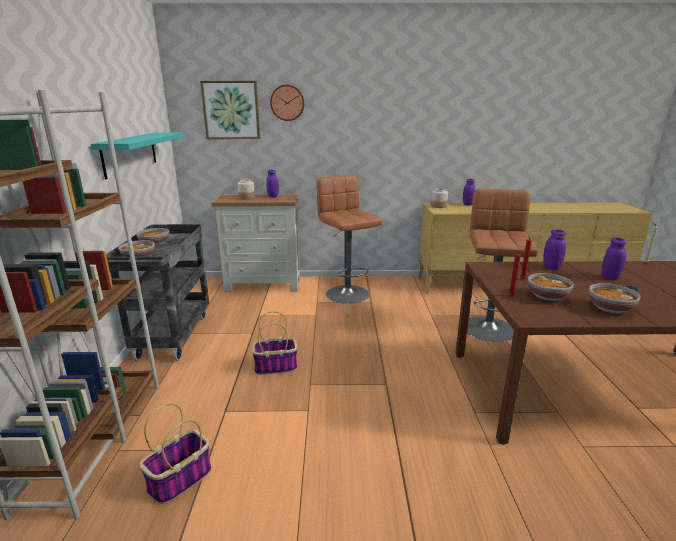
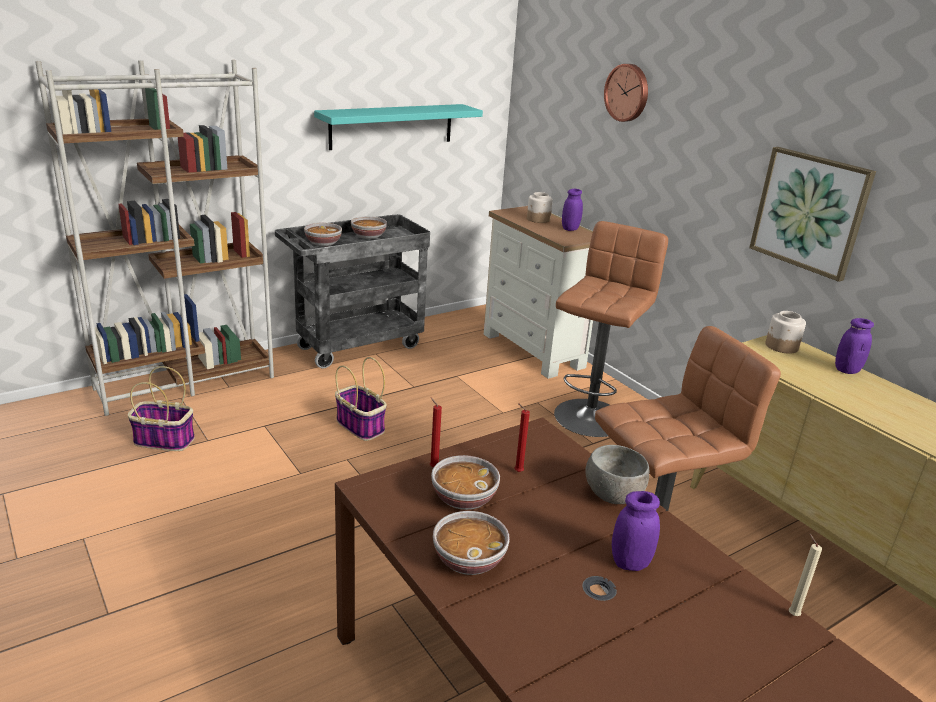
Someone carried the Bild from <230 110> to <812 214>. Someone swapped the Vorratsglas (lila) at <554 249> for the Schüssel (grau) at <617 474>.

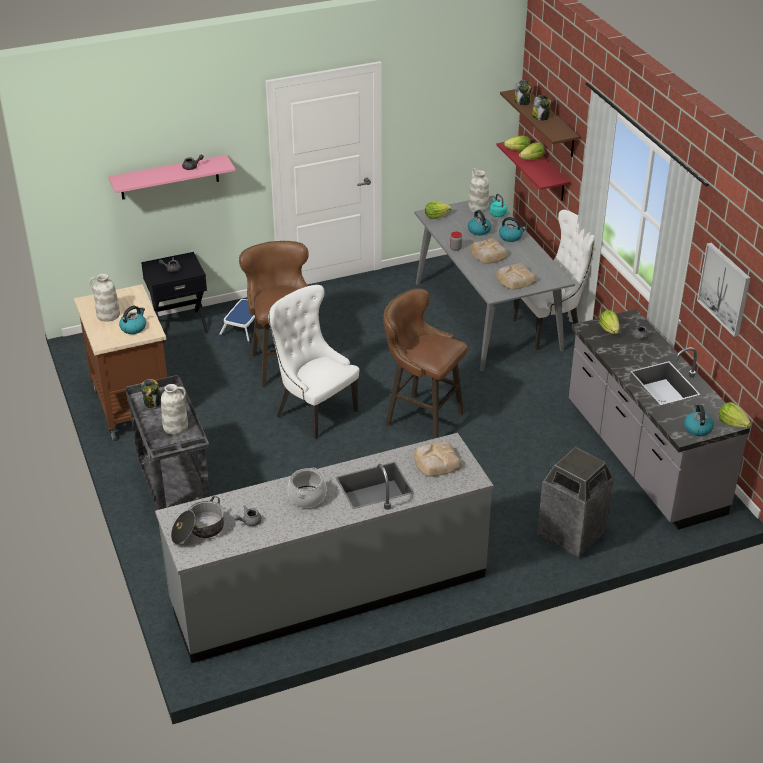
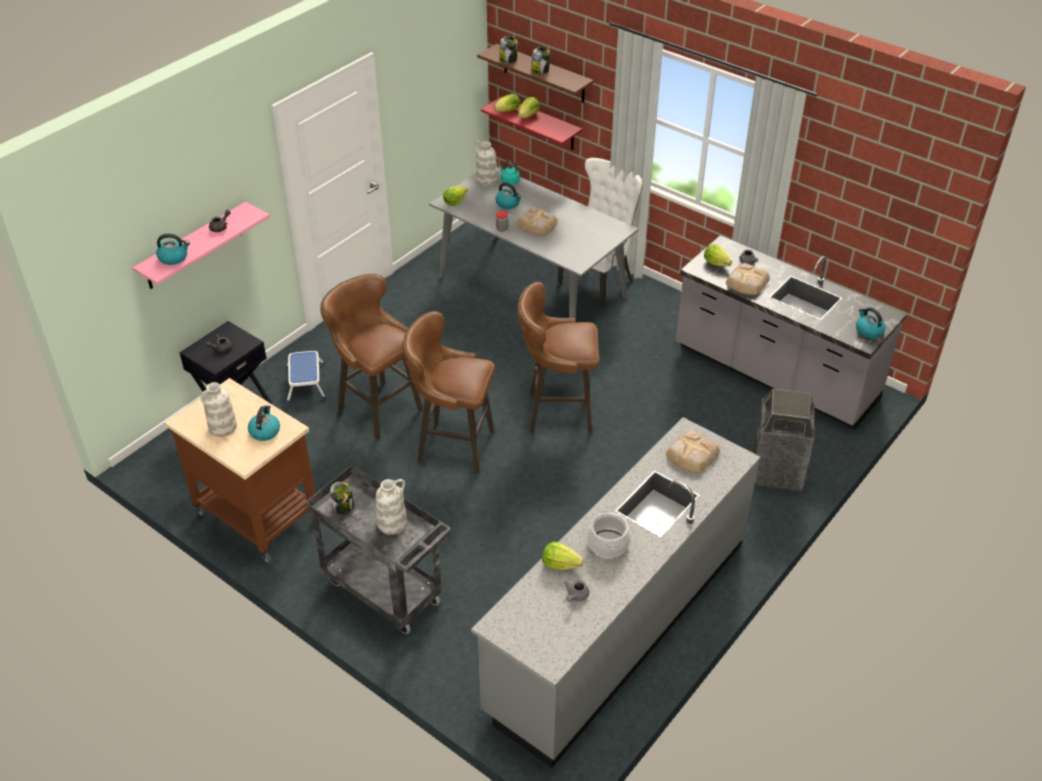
Someone took away the Kochtopf at <197 520>. Someone took away the Bild at <723 290>. Someone carried the Brot from <516 276> to <748 279>. Someone carried the Wasserkessel from <512 229> to <173 249>. Someone carried the Salatkopf from <734 415> to <563 556>. Someone swapped the Stuhl (weiß) at <313 362> for the Hocker (braun) at <448 392>.

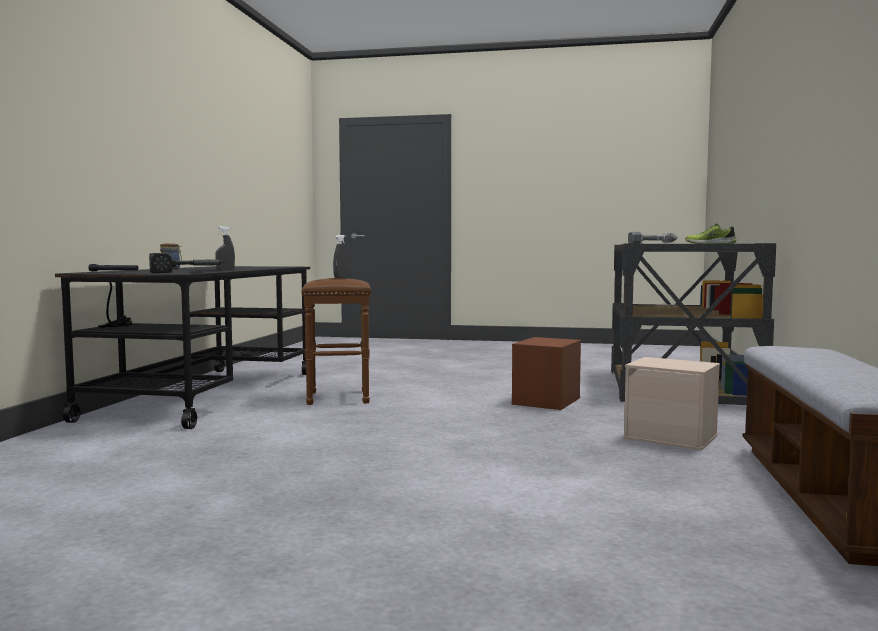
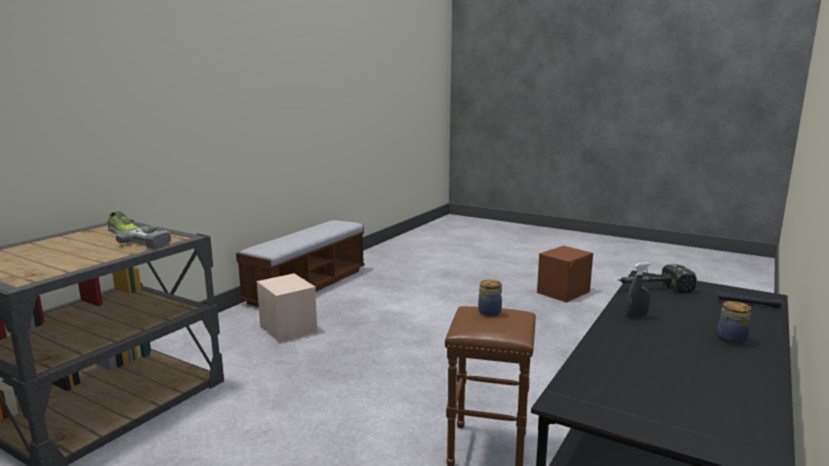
Someone carried the Aufbewahrungsbox (braun) from <546 373> to <565 274>. Someone swapped the Sprühflasche (grau) at <340 256> for the Vorratsglas at <490 298>.

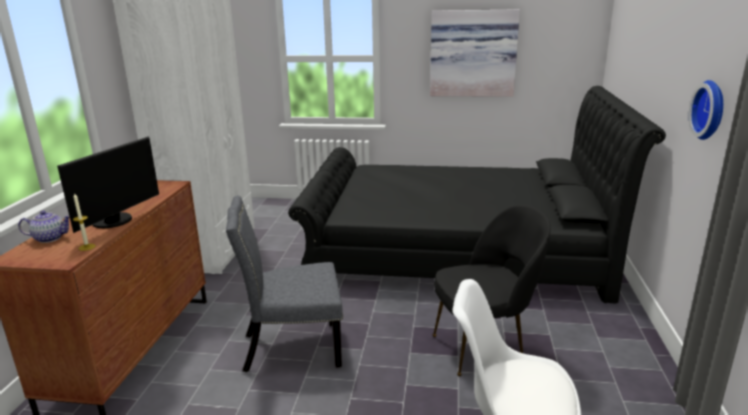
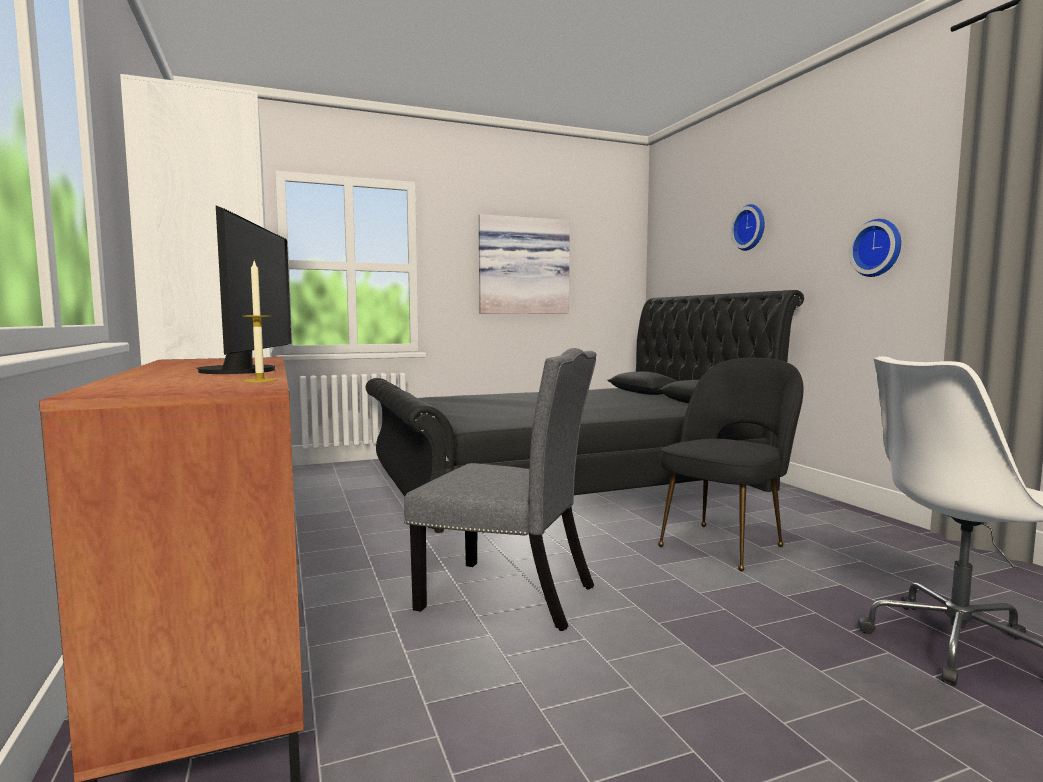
Someone took away the Teekanne at <44 227>. Someone put up the Wanduhr at <748 227>. Someone rotated the Stuhl (grau) at <284 284> by 120 degrees counterclockwise.

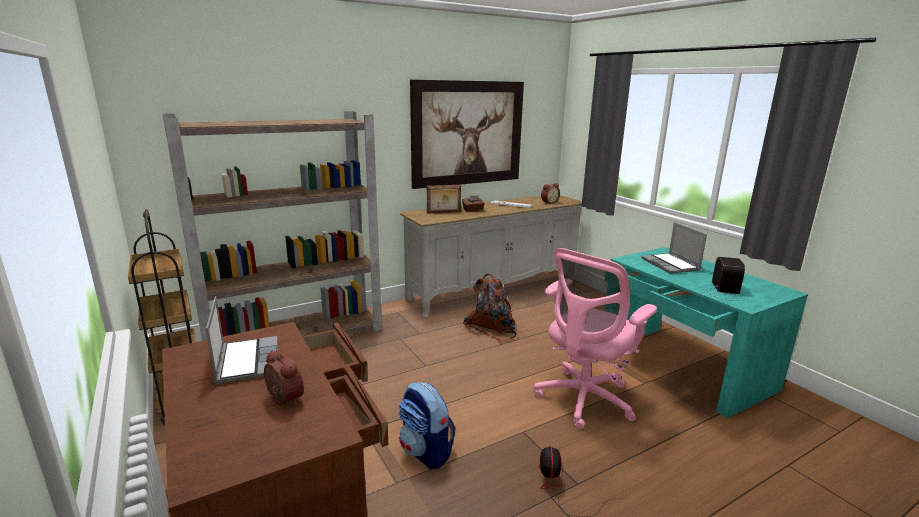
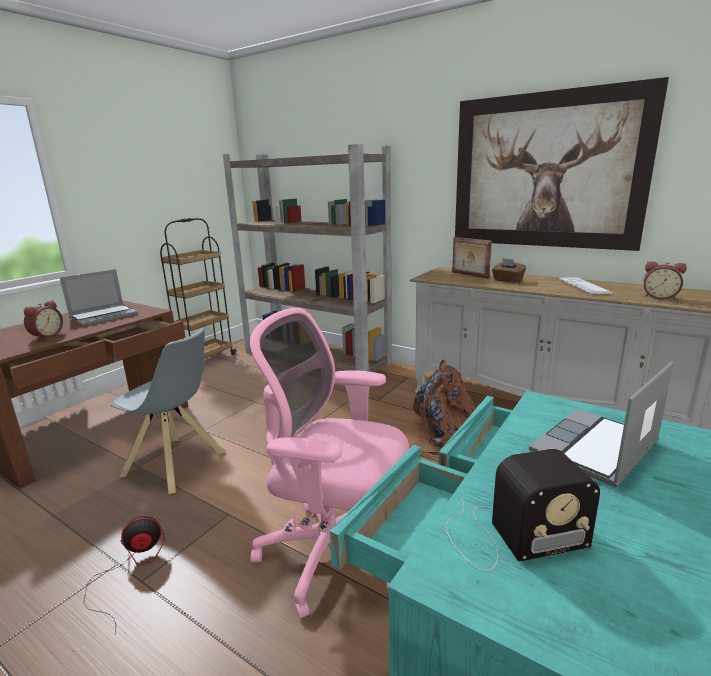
Someone swapped the Rucksack at <427 425> for the Stuhl (grau) at <168 411>.

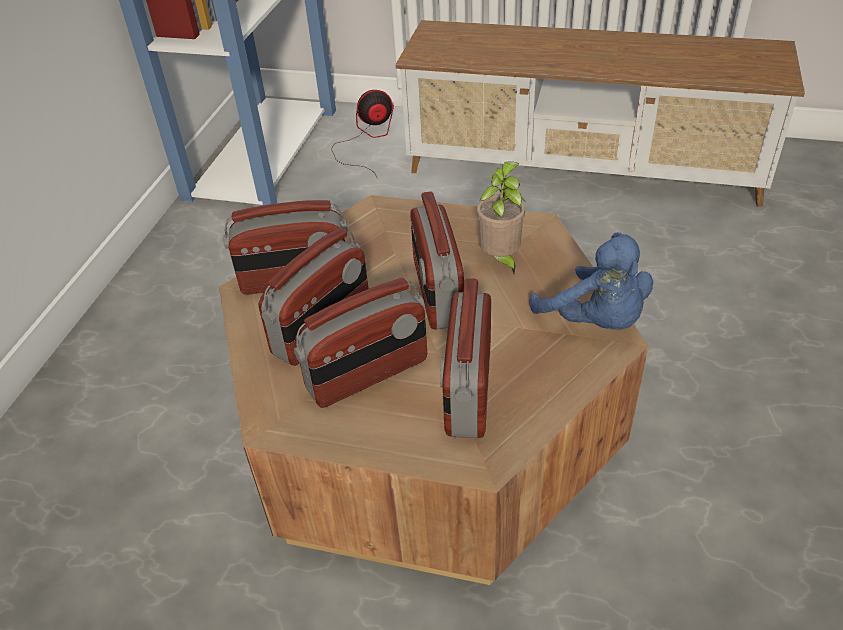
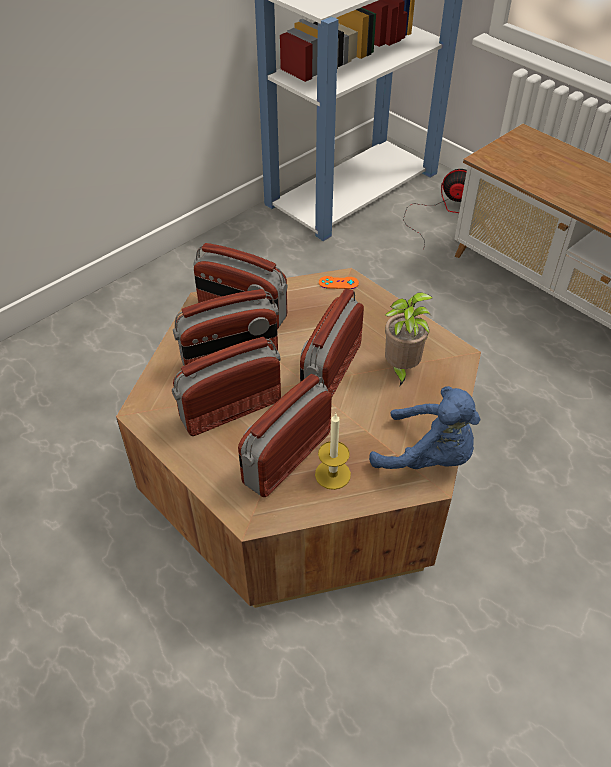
Someone put down the Kerze at <333 451>. Someone put down the Gamepad (orange) at <339 282>. Someone rotated the Radio at <360 343> by 150 degrees clockwise. Someone rotated the Plüschtier (blau) at <591 281> by 60 degrees counterclockwise.

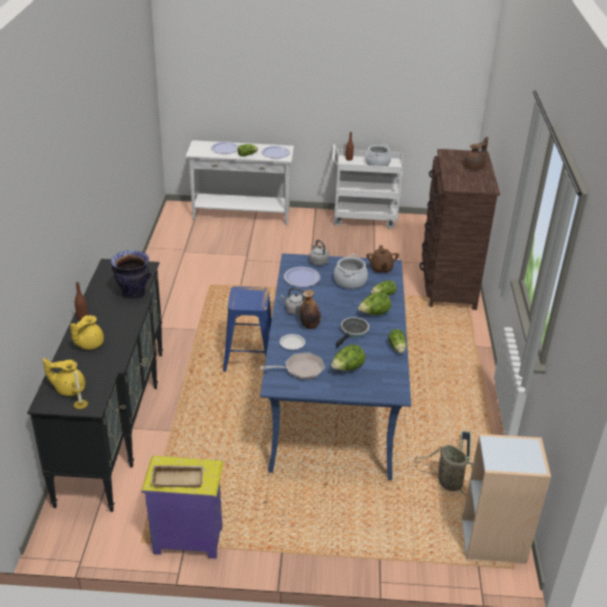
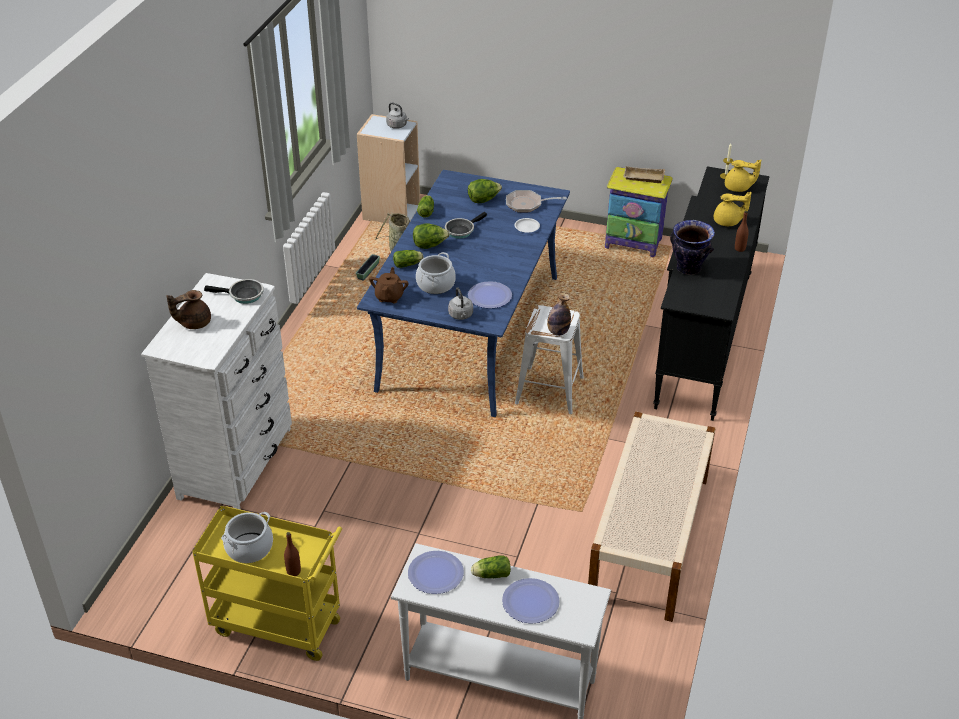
Someone put down the Pfanne at <234 291>. Someone put down the Bank (beige) at <652 516>. Someone carried the Wasserkessel (grau) from <293 301> to <397 115>. Someone carried the Flasche from <310 309> to <559 314>. Someone repainted the Hocker (blau) at <247 329>, which became the Hocker (weiß) at <549 359>. Someone repainted the Rollwagen (weiß) at <367 186>, which became the Rollwagen (gelb) at <267 583>. Someone repainted the Kommode (braun) at <459 229>, which became the Kommode (weiß) at <216 391>. Someone rotated the Teekanne (gelb) at <87 332> by 45 degrees clockwise.

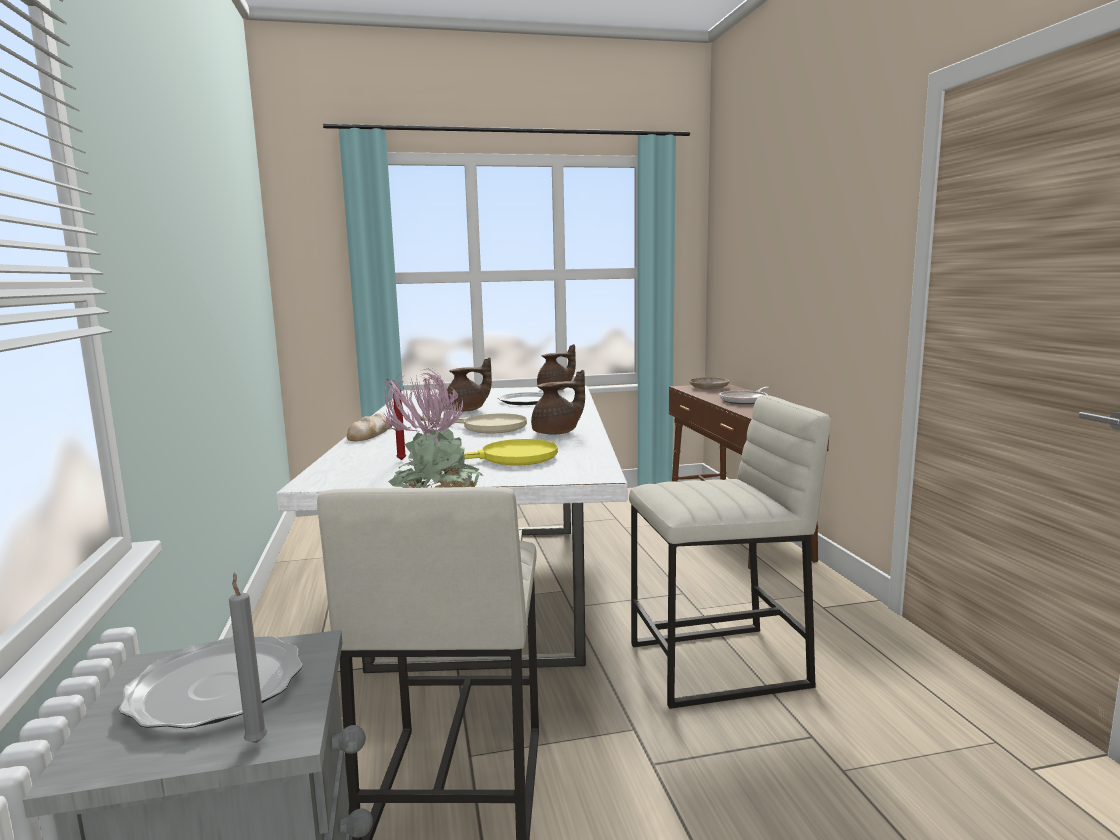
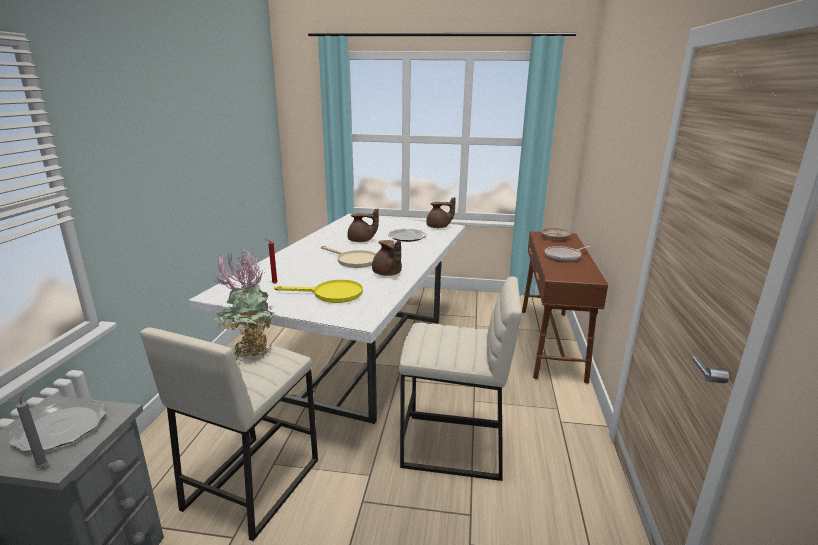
Someone took away the Brot at <369 427>. Someone rotated the Teekanne (braun) at <558 402> by 60 degrees clockwise.

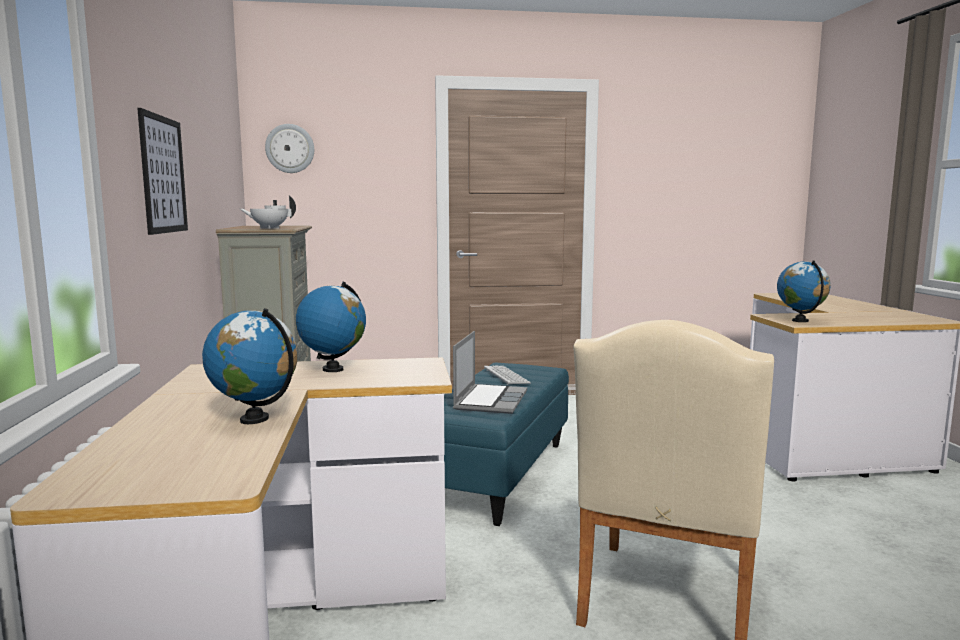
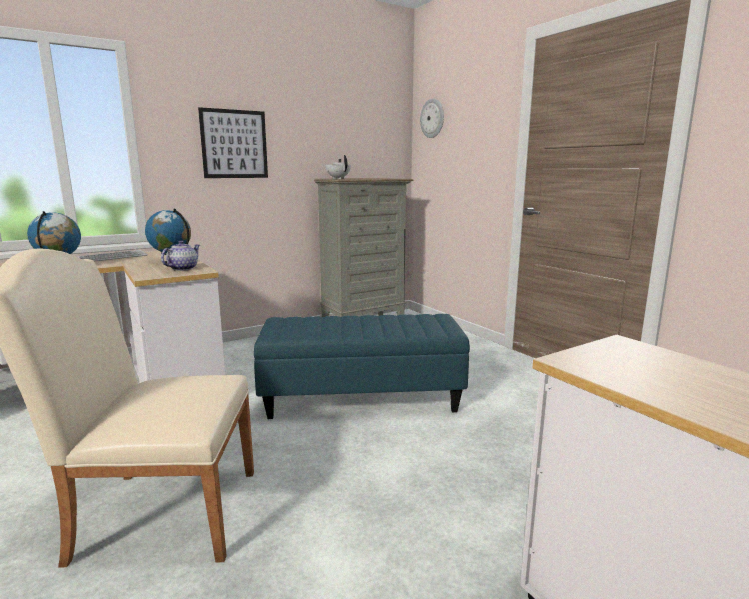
Someone took away the Laptop at <490 372>. Someone took away the Globus at <804 291>. Someone put down the Teekanne at <180 255>. Someone carried the Tastatur from <507 375> to <112 256>.

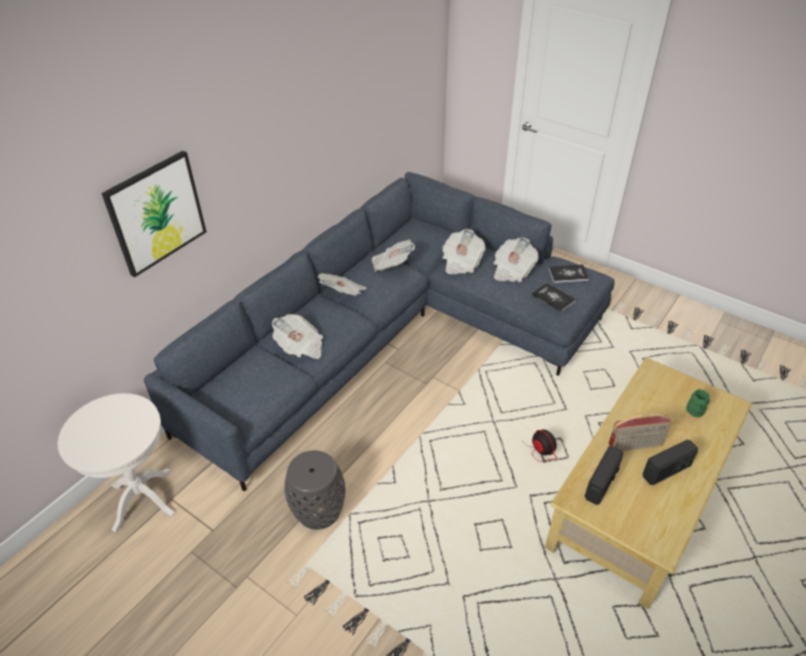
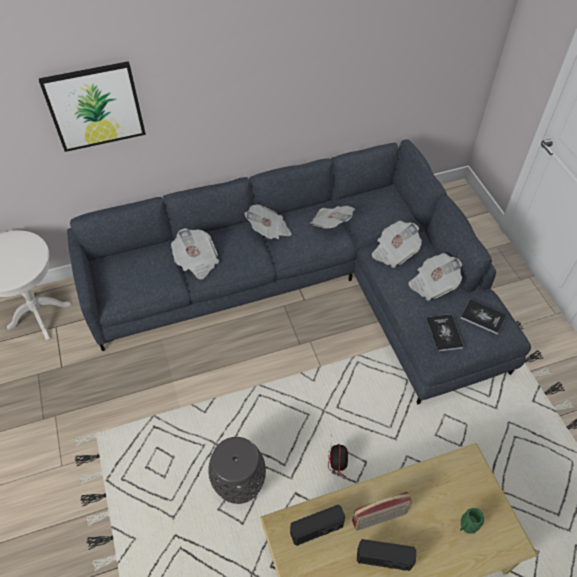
Someone carried the Hocker (grau) from <314 490> to <237 470>. Someone rotated the Radio at <640 432> by 45 degrees counterclockwise.

